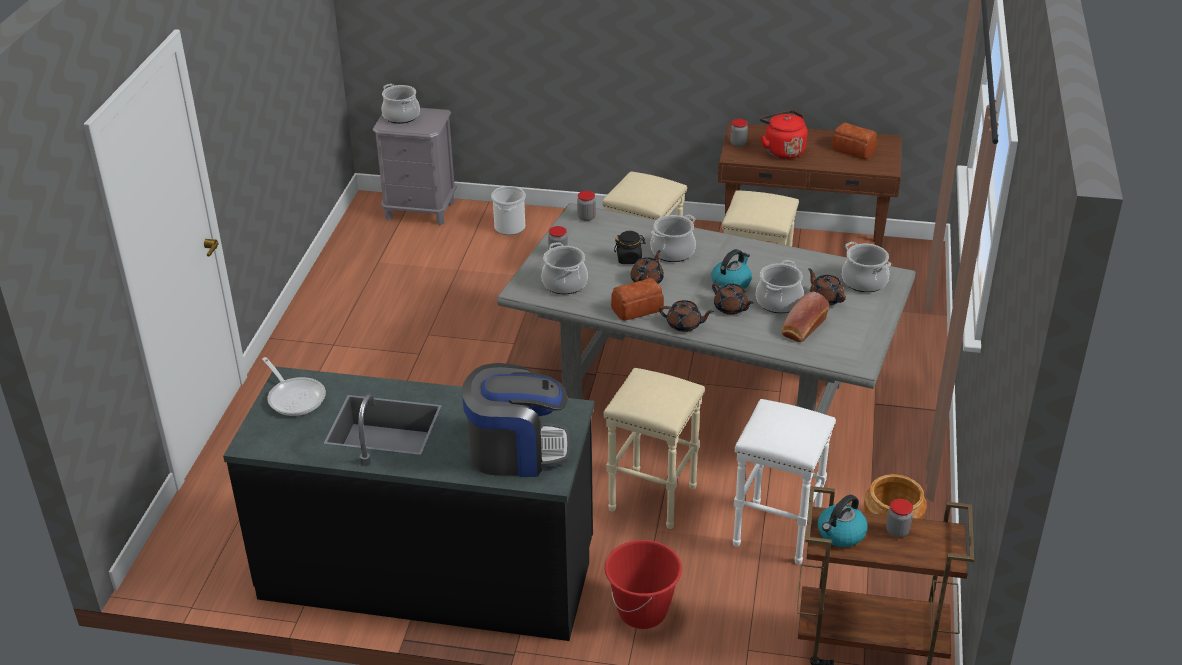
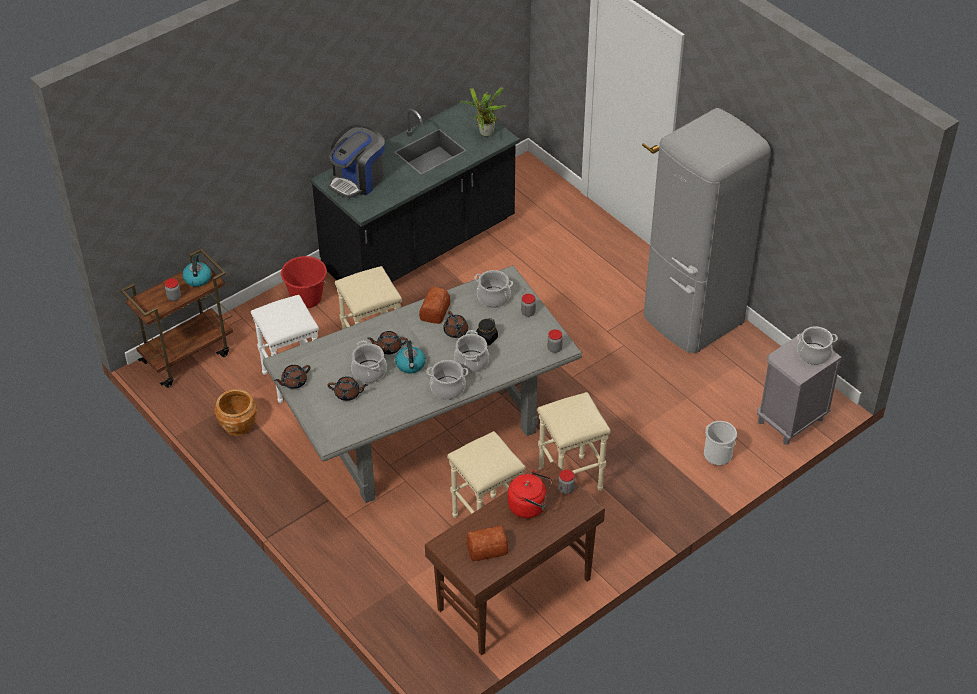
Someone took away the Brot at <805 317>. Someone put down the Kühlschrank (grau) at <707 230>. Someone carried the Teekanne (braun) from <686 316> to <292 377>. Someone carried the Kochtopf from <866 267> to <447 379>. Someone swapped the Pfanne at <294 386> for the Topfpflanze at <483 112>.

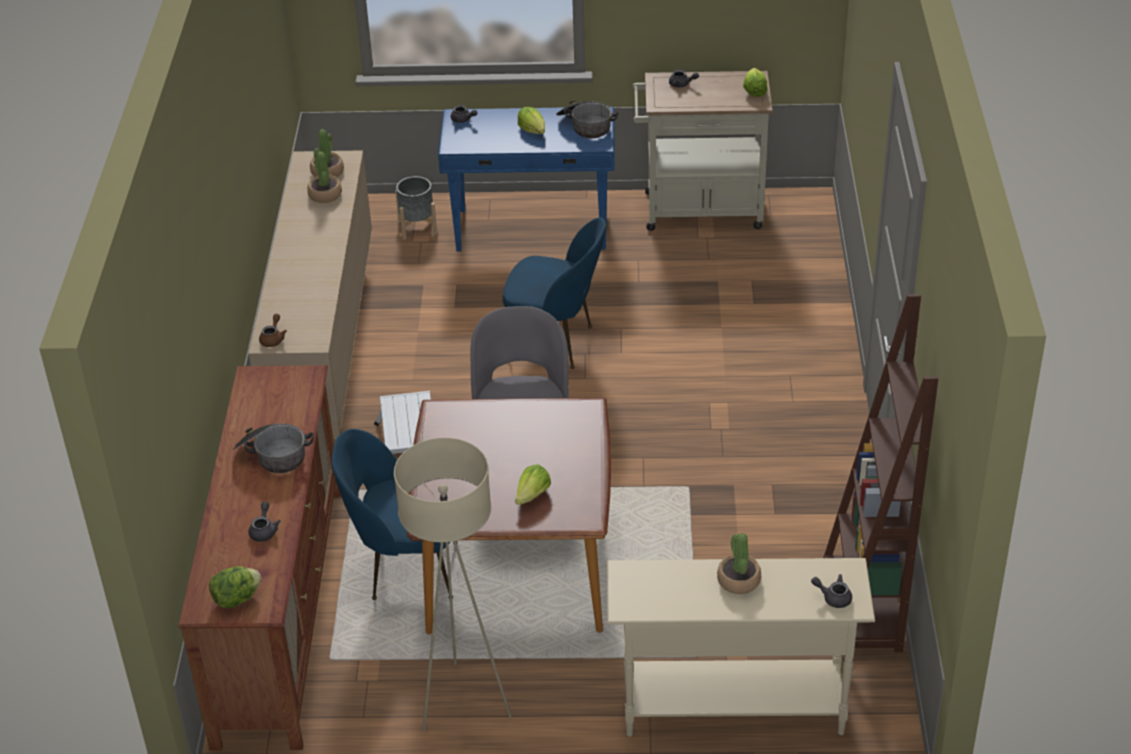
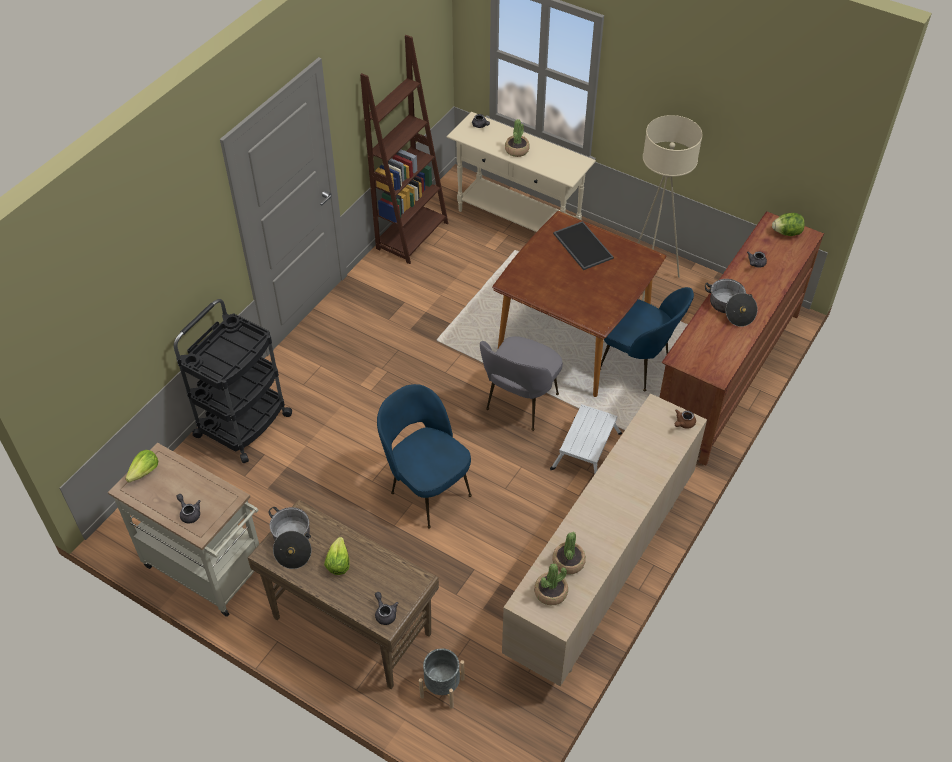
Someone put down the Rollwagen (schwarz) at <233 381>. Someone swapped the Salatkopf at <533 485> for the Tablett at <583 245>. Someone repainted the Konsolentisch (blau) at <526 179>, which became the Konsolentisch (braun) at <343 594>.

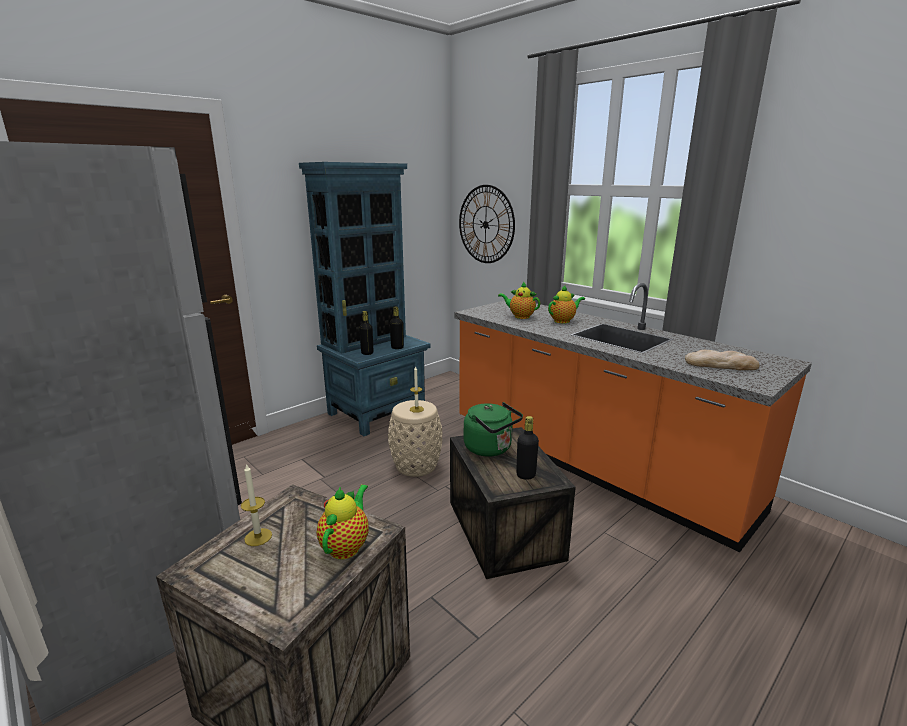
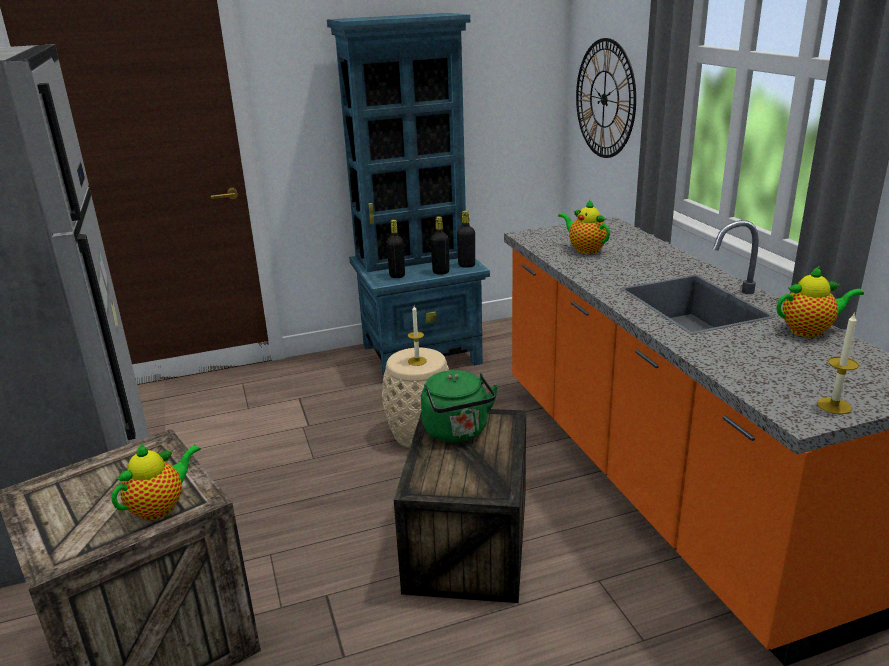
Someone took away the Brot at <722 360>. Someone carried the Kerze from <256 504> to <838 364>. Someone carried the Flasche (schwarz) from <527 448> to <466 239>. Someone carried the Teekanne from <566 304> to <820 301>.

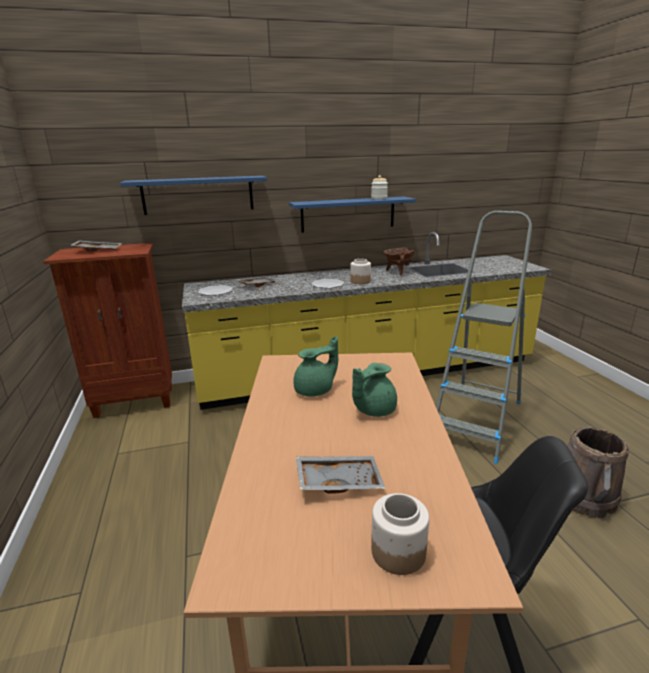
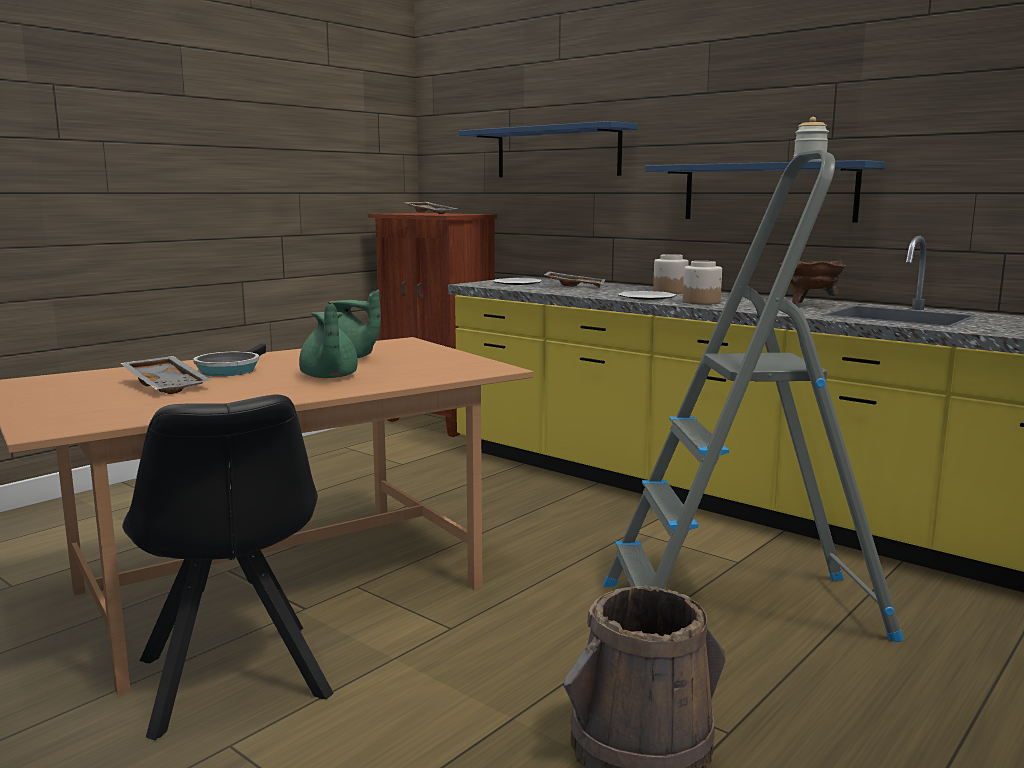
Someone put down the Pfanne at <229 359>. Someone carried the Vorratsglas from <400 534> to <671 274>. Someone rotated the Teekanne (grün) at <374 390> by 120 degrees counterclockwise.

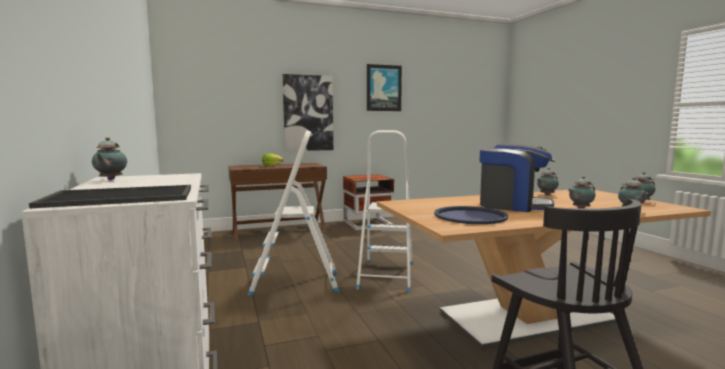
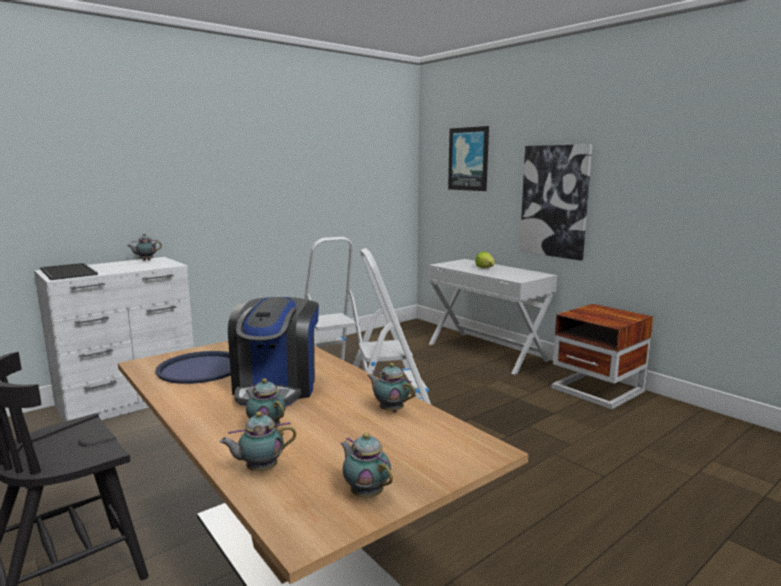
Someone carried the Bild from <384 87> to <468 158>. Someone repainted the Konsolentisch (braun) at <277 202>, which became the Konsolentisch (weiß) at <492 317>.

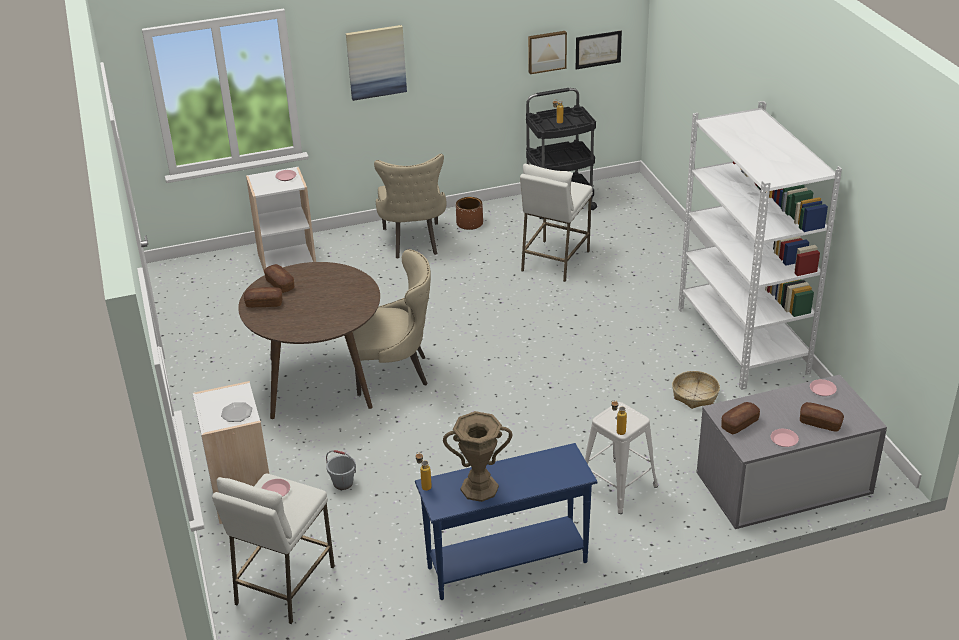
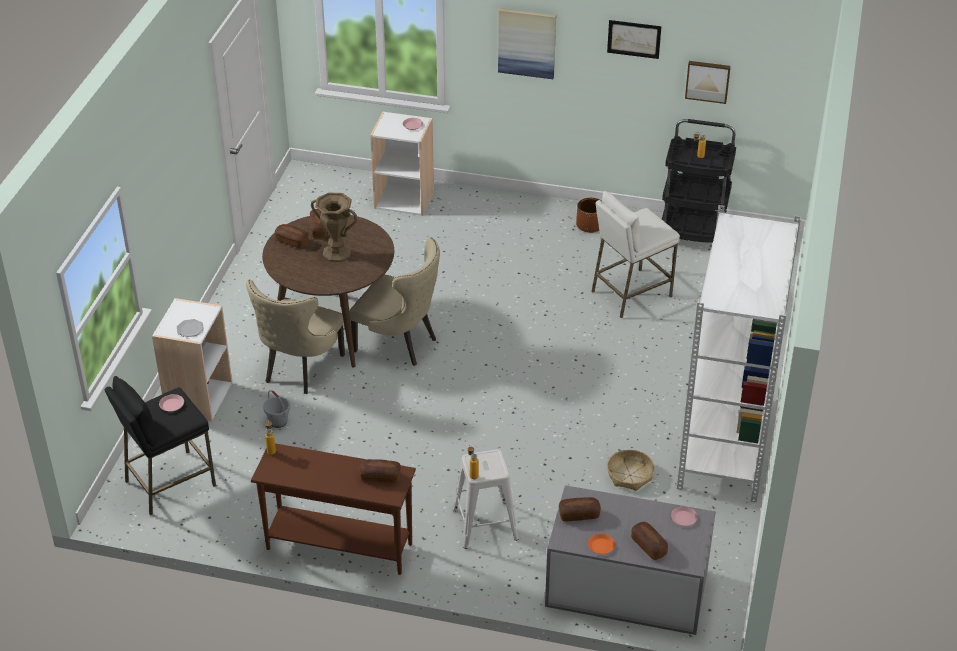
Someone put down the Brot at <380 471>. Someone carried the Stuhl (beige) from <410 206> to <295 336>. Someone carried the Vase (braun) from <477 456> to <334 227>. Someone carried the Bild from <599 50> to <634 39>. Someone repainted the Hocker (weiß) at <273 548>, which became the Hocker (schwarz) at <160 445>. Someone repainted the Konsolentisch (blau) at <506 521>, which became the Konsolentisch (braun) at <333 509>. Someone repainted the Teller (rosa) at <785 438>, which became the Teller (orange) at <601 544>.

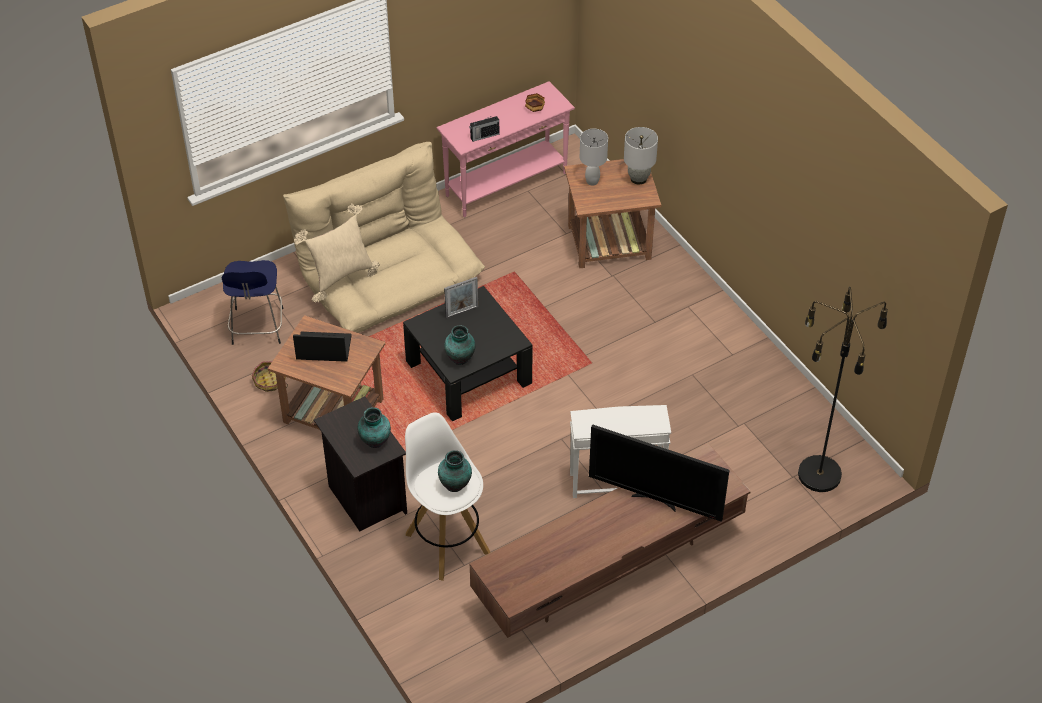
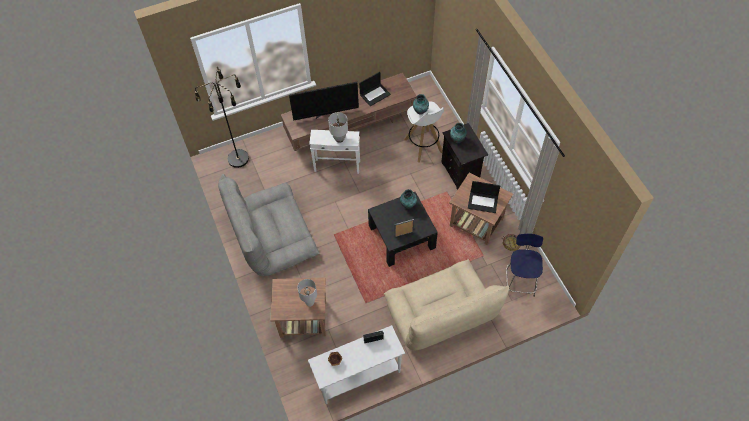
Someone took away the Kissen (beige) at <337 253>. Someone put down the Sofa (grau) at <269 225>. Someone put down the Laptop at <375 89>. Someone carried the Tischlampe (weiß) from <641 155> to <338 127>. Someone repainted the Konsolentisch (rosa) at <506 149>, which became the Konsolentisch (weiß) at <356 364>. Someone rotated the Fernseher at <659 473> by 135 degrees clockwise.

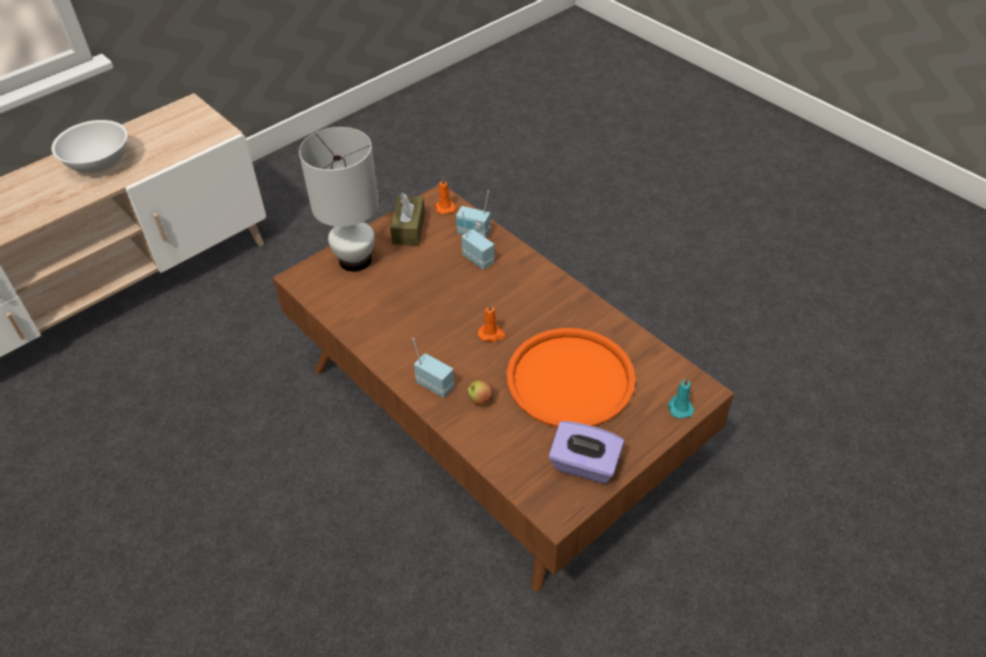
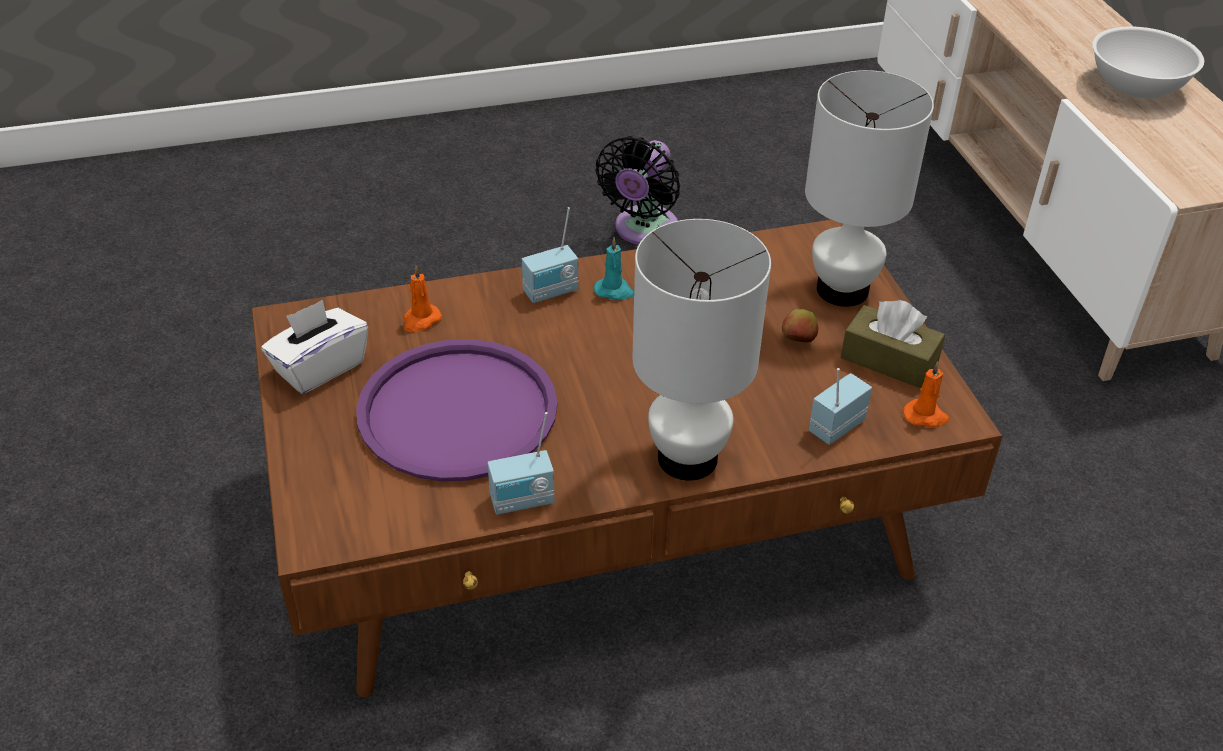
Someone put down the Ventilator (schwarz) at <637 190>. Someone put down the Tischlampe (weiß) at <701 349>. Someone carried the Radio from <478 240> to <521 463>. Someone carried the Apfel from <480 393> to <800 325>. Someone carried the Kerze (orange) from <492 322> to <422 298>. Someone carried the Kerze (türkis) from <681 398> to <614 268>. Someone repainted the Tablett (orange) at <571 377>, which became the Tablett (lila) at <457 410>. Someone repainted the Taschentuchbox (lila) at <586 452>, which became the Taschentuchbox (weiß) at <314 346>.

